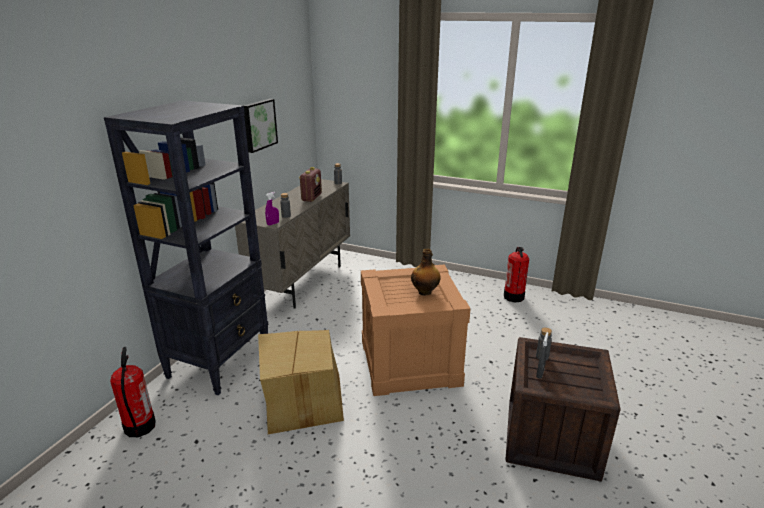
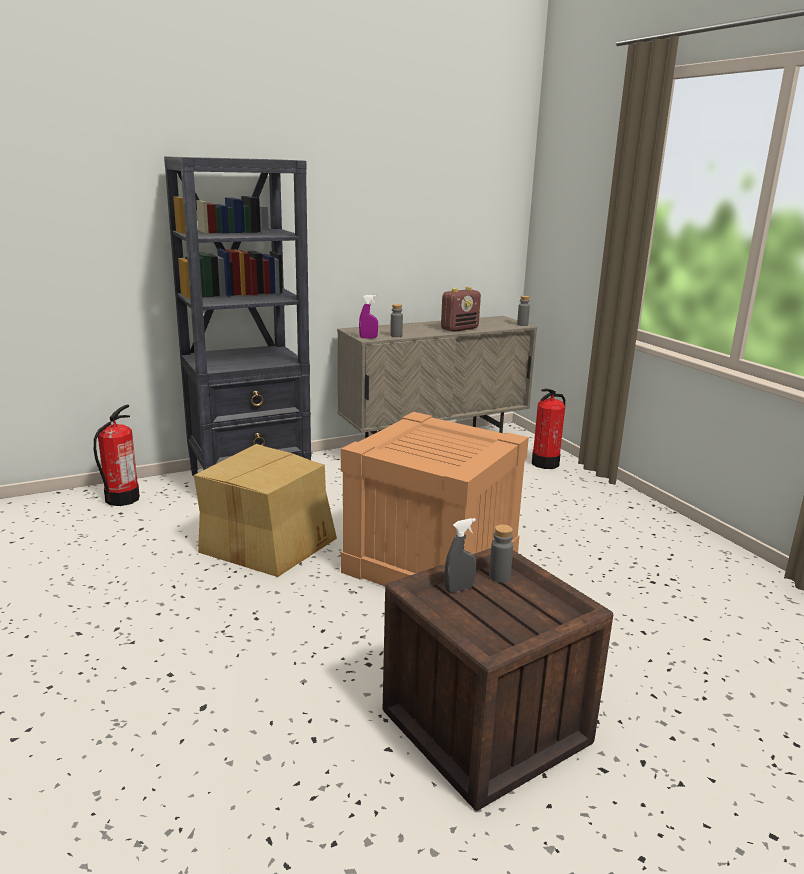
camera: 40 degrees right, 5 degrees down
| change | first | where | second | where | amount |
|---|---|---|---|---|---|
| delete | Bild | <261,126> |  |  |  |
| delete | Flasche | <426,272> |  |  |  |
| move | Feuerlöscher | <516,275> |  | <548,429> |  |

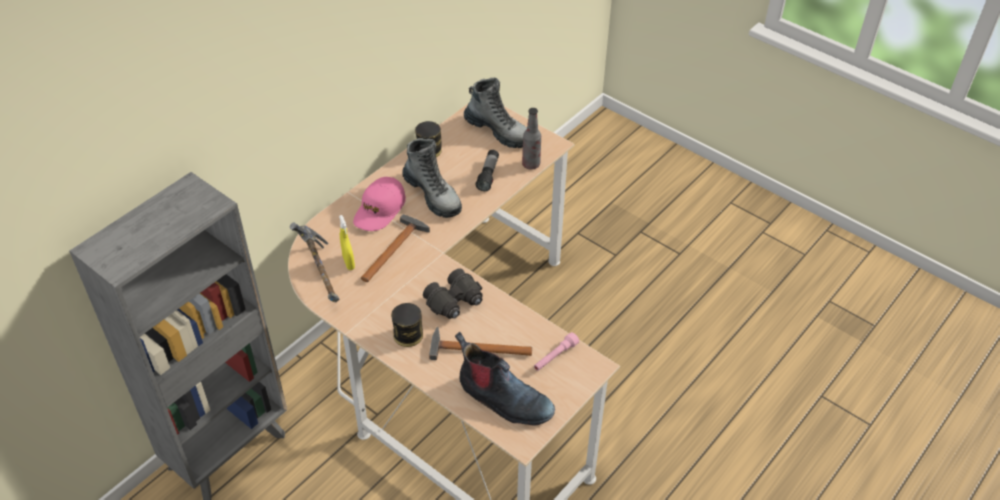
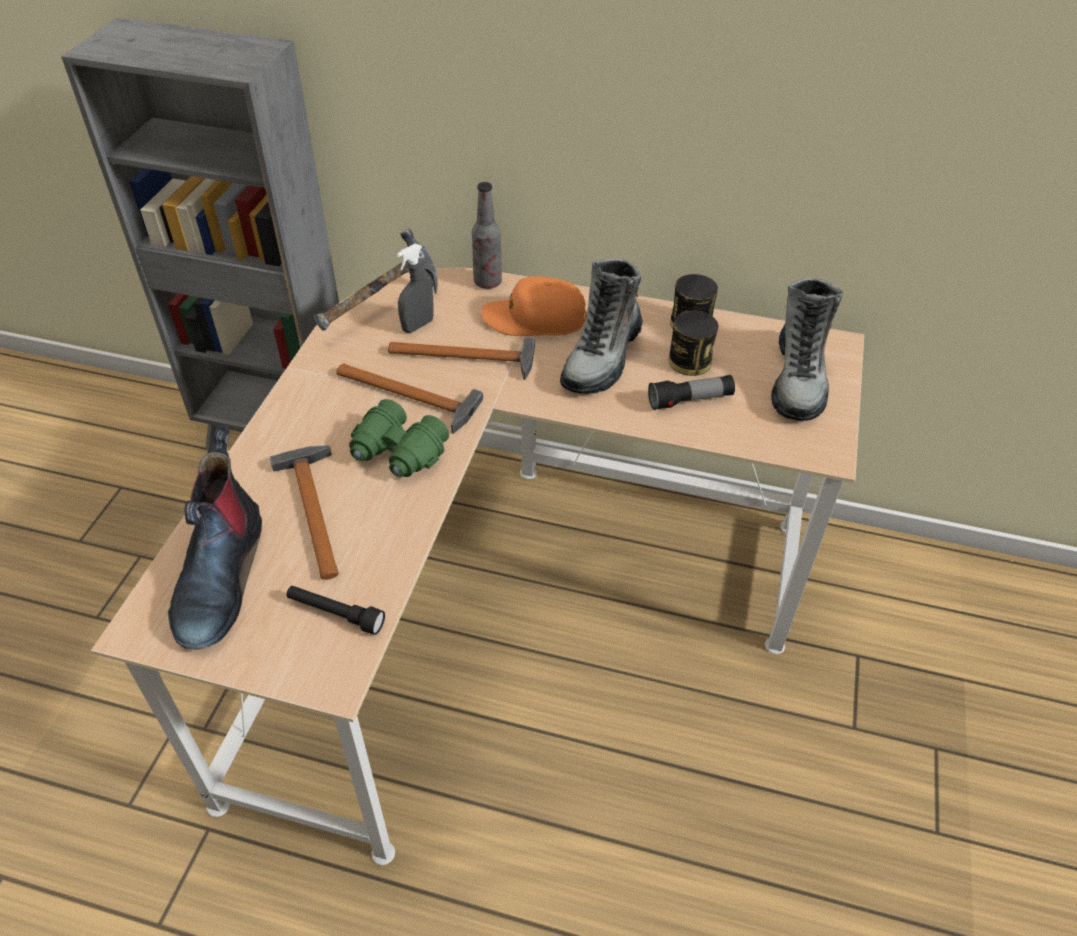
camera: 65 degrees right, 0 degrees up
| change | first | where | second | where | amount |
|---|---|---|---|---|---|
| insert |  |  | Hammer | <409,398> |  |
| move | Dose | <407,325> |  | <693,343> |  |
| move | Flasche | <531,139> |  | <487,235> |  |
| recolor | Sprühflasche [gelb] | <347,242> | Sprühflasche [grau] | <415,288> |  |
| recolor | Kappe [rosa] | <379,204> | Kappe [orange] | <534,306> |  |
| recolor | Fernglas [schwarz] | <453,293> | Fernglas [grün] | <399,438> |  |
| recolor | Taschenlampe [rosa] | <556,351> | Taschenlampe [schwarz] | <336,610> |  |

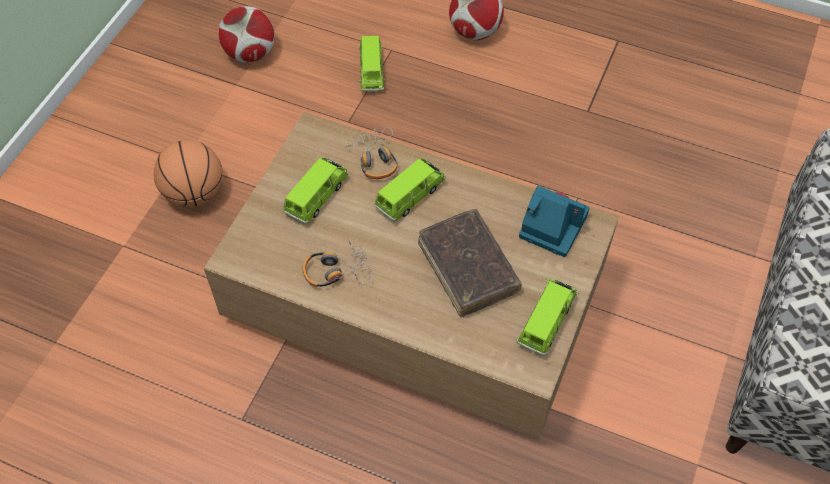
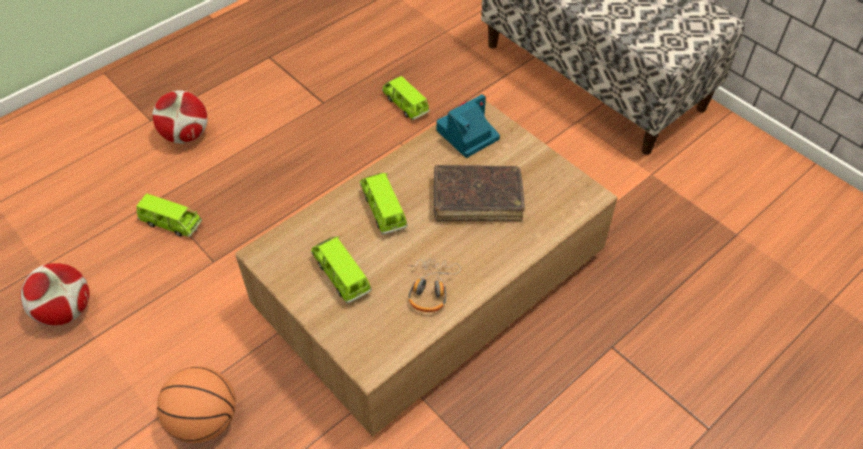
camera: 65 degrees left, 5 degrees down
| change | first | where | second | where | amount |
|---|---|---|---|---|---|
| delete | Kopfhörer | <371,153> |  |  |  |
| move | Spielzeugauto [grün] | <547,317> |  | <406,98> |  |

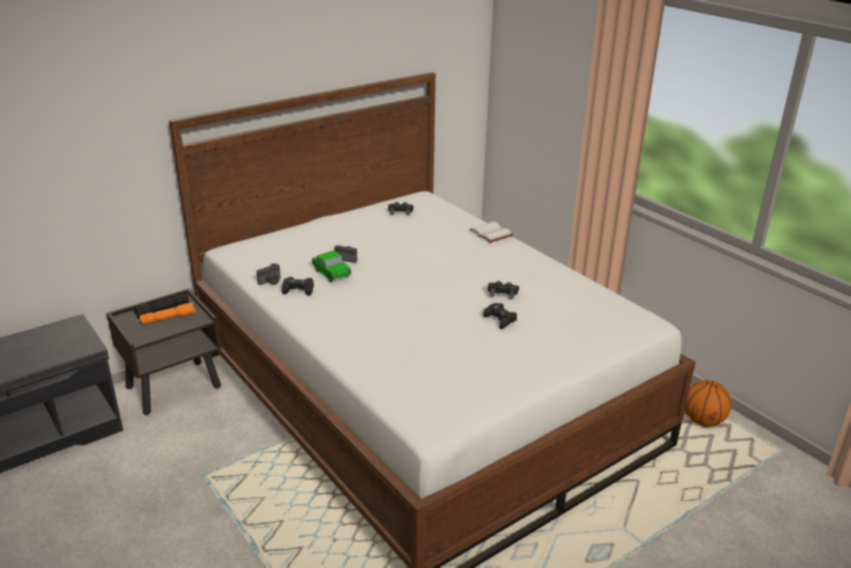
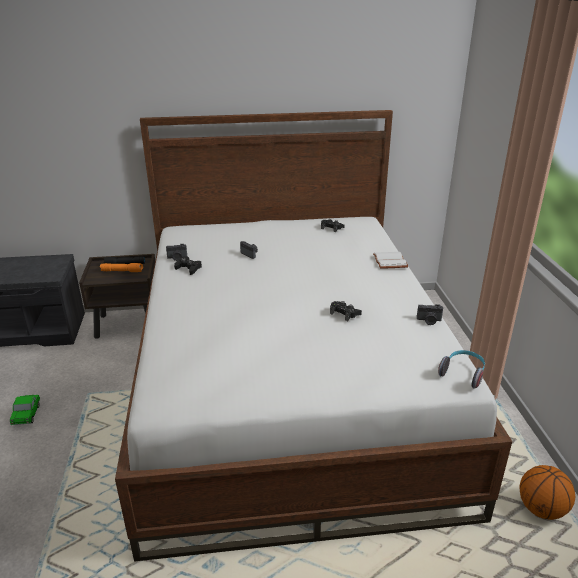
camera: 30 degrees right, 0 degrees up
| change | first | where | second | where | amount |
|---|---|---|---|---|---|
| delete | Gamepad [schwarz] | <500,316> |  |  |  |
| insert |  |  | Kamera | <430,314> |  |
| insert |  |  | Kopfhörer | <461,369> |  |
| move | Spielzeugauto | <332,266> |  | <25,410> |  |

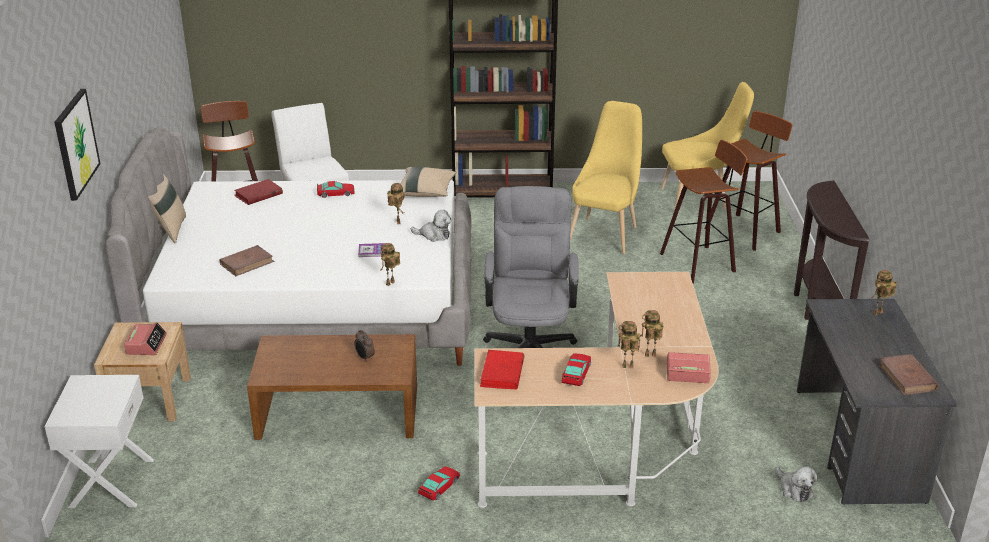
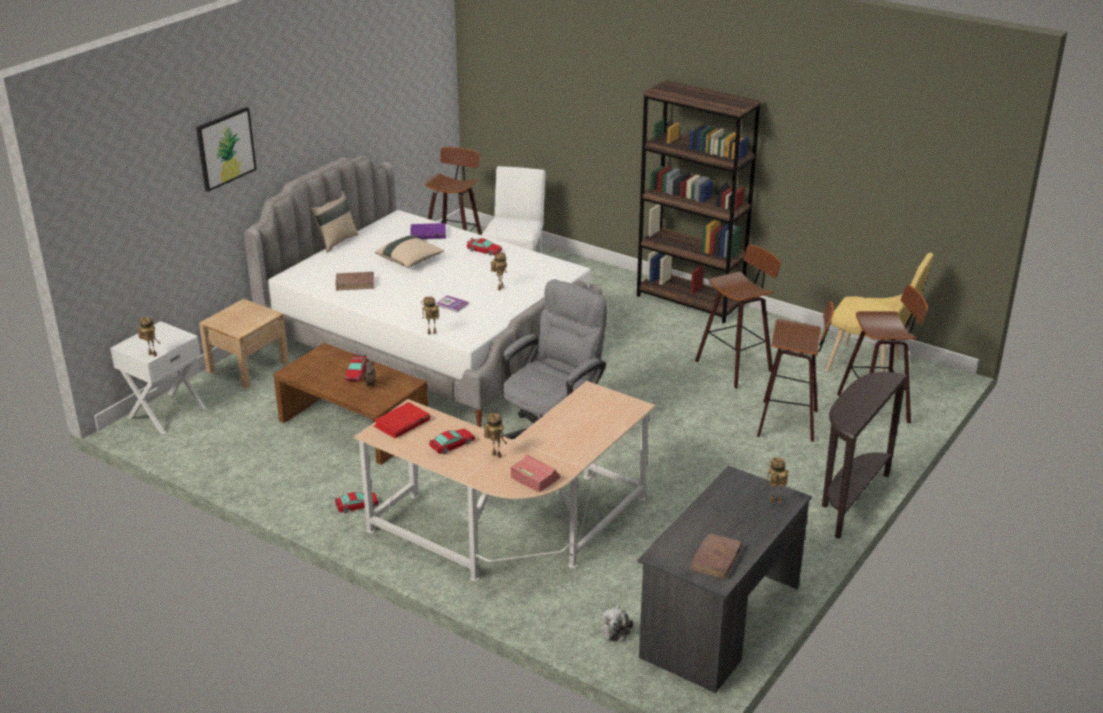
camera: 35 degrees right, 0 degrees up
| change | first | where | second | where | amount |
|---|---|---|---|---|---|
| delete | Wecker | <145,338> |  |  |  |
| delete | Plüschtier | <431,226> |  |  |  |
| insert |  |  | Spielzeugauto | <356,368> |  |
| move | Kissen [beige] | <428,182> |  | <409,251> |  |
| move | Spielzeugroboter | <651,333> |  | <148,337> |  |
| replace | Stuhl [gelb] | <606,177> | Hocker | <738,316> |  |
| recolor | Buch [rot] | <258,192> | Buch [lila] | <428,231> |  |

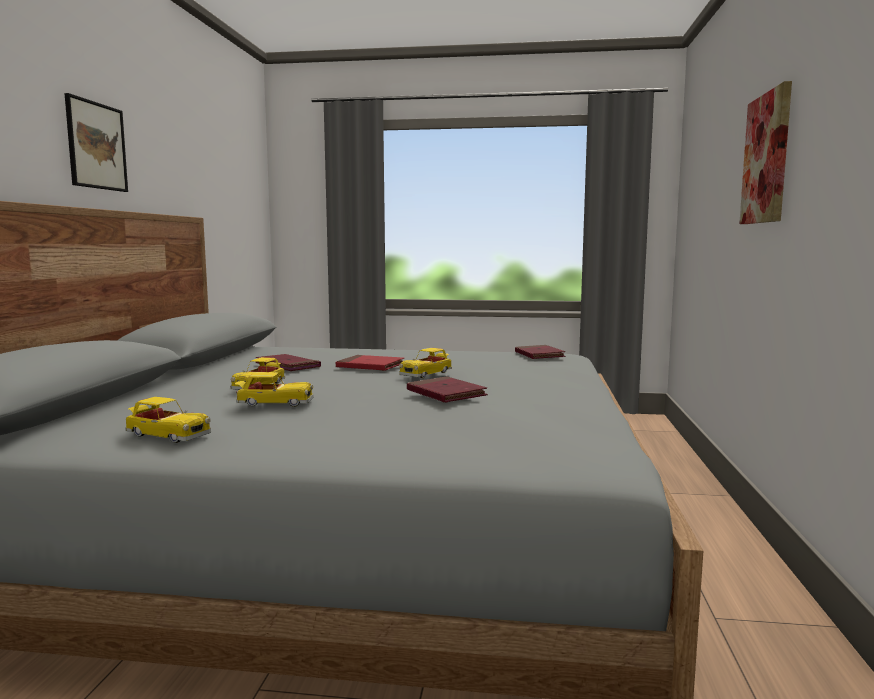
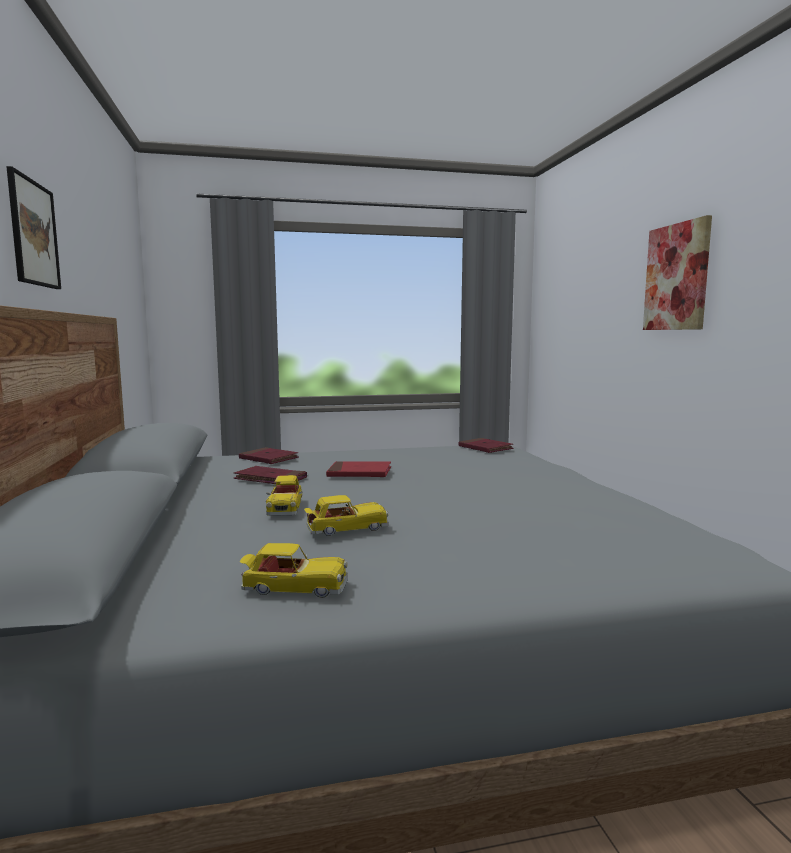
camera: 20 degrees left, 0 degrees up
| change | first | where | second | where | amount |
|---|---|---|---|---|---|
| delete | Spielzeugauto | <425,363> |  |  |  |
| move | Buch [rot] | <447,389> |  | <269,455> |  |

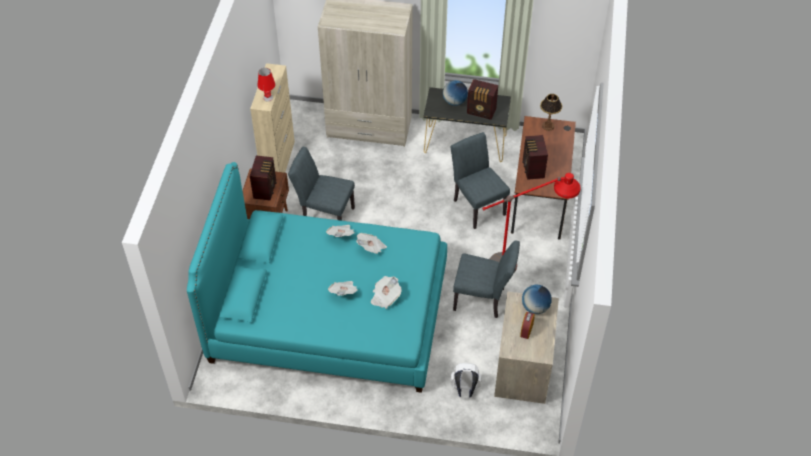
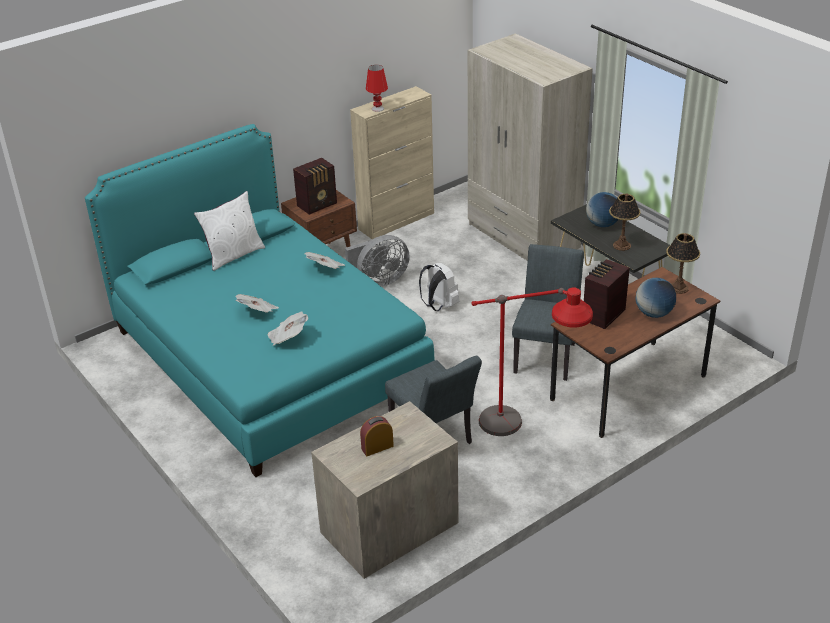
camera: 45 degrees right, 15 degrees down
| change | first | where | second | where | amount |
|---|---|---|---|---|---|
| delete | Zeitung | <371,243> |  |  |  |
| insert |  |  | Kissen [weiß] | <229,231> |  |
| move | Rucksack [weiß] | <465,380> |  | <439,287> |  |
| move | Globus | <537,299> |  | <656,298> |  |
| replace | Stuhl [grau] | <321,184> | Ventilator [grau] | <377,261> |  |
| replace | Radio | <482,99> | Tischlampe | <625,222> |  |

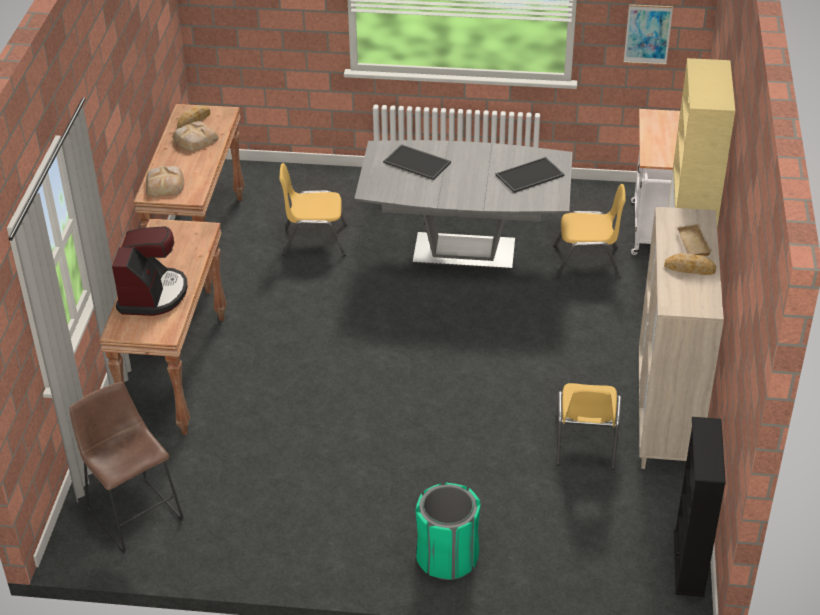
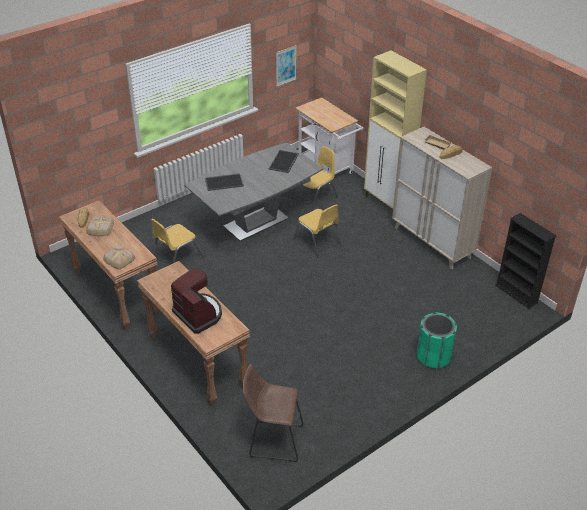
camera: 45 degrees left, 0 degrees up
| change | first | where | second | where | amount |
|---|---|---|---|---|---|
| move | Stuhl [gelb] | <588,426> |  | <317,230> |  |

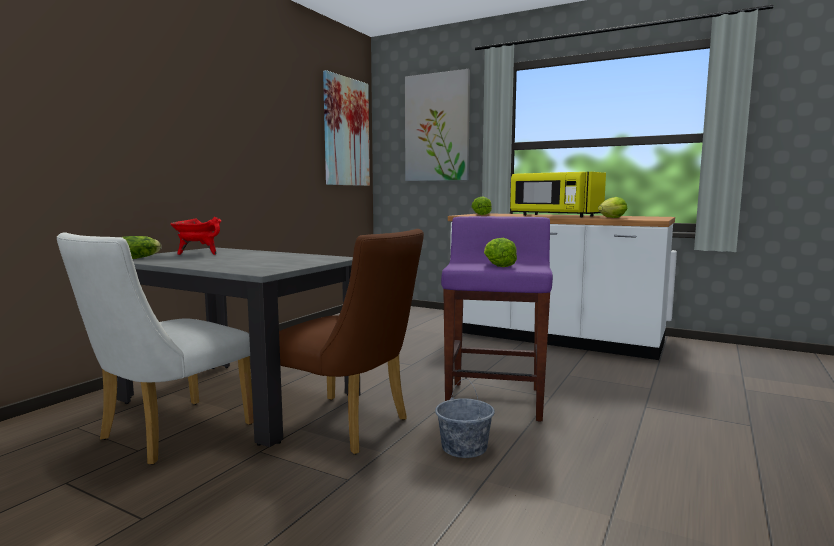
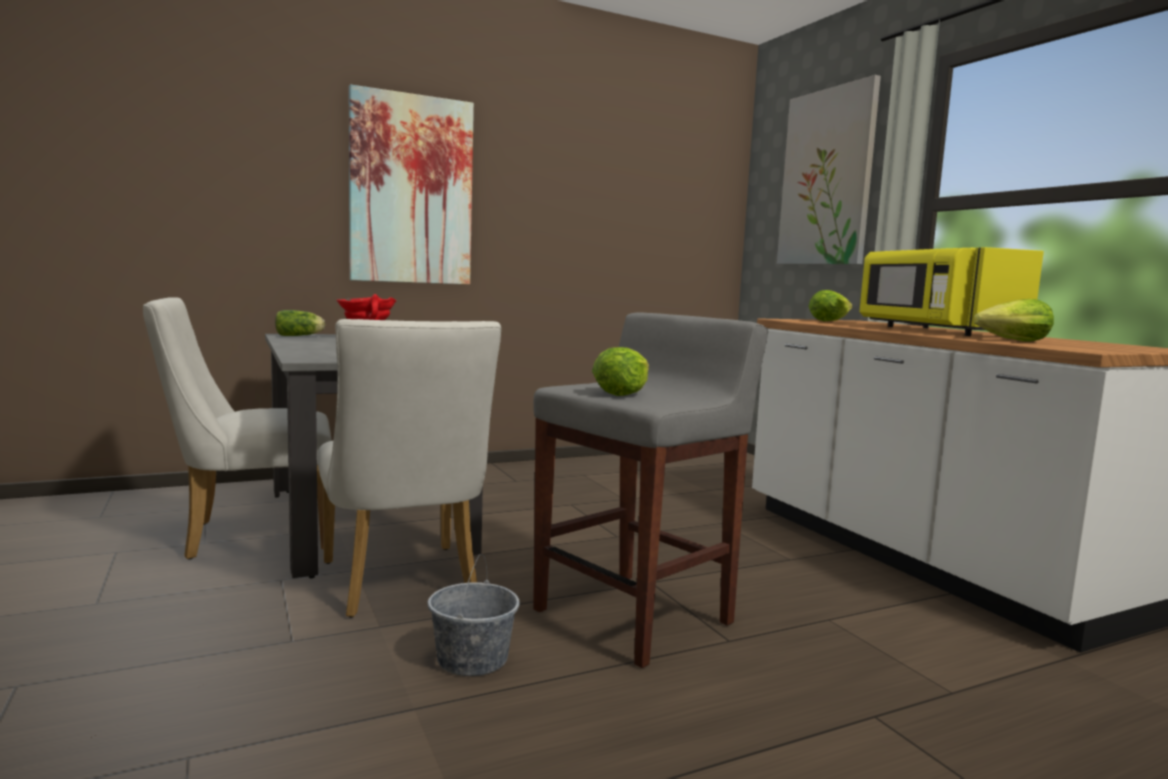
camera: 35 degrees right, 0 degrees up
| change | first | where | second | where | amount |
|---|---|---|---|---|---|
| move | Bild | <346,128> |  | <411,184> |  |
| recolor | Stuhl [braun] | <351,342> | Stuhl [weiß] | <409,468> |  |
| recolor | Hocker [lila] | <497,319> | Hocker [grau] | <650,490> |  |

